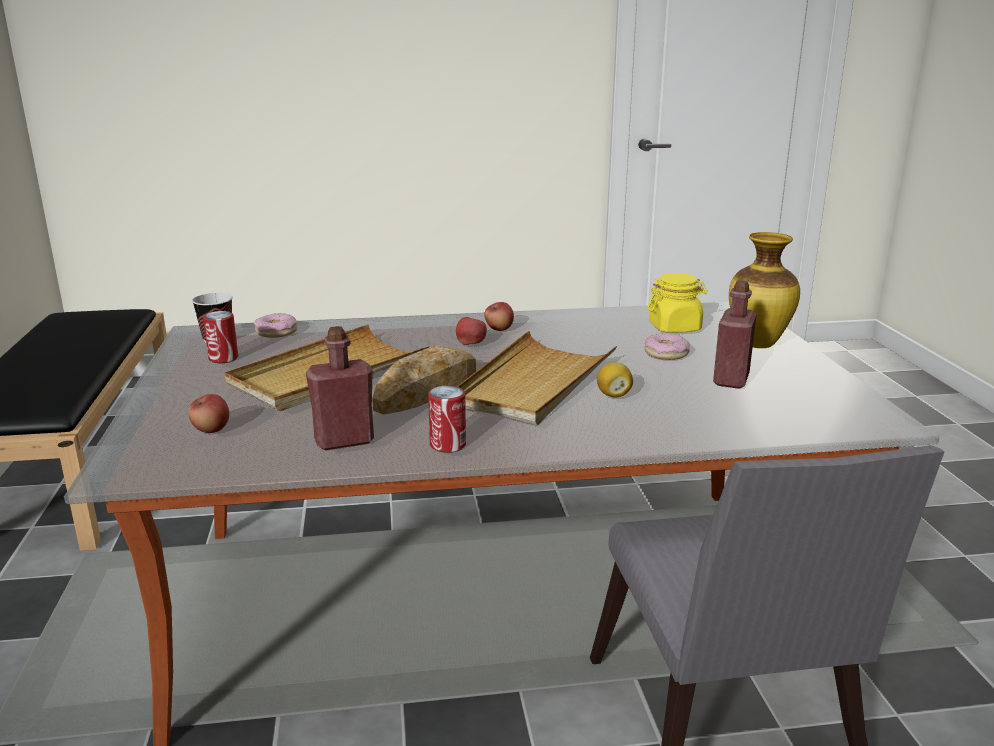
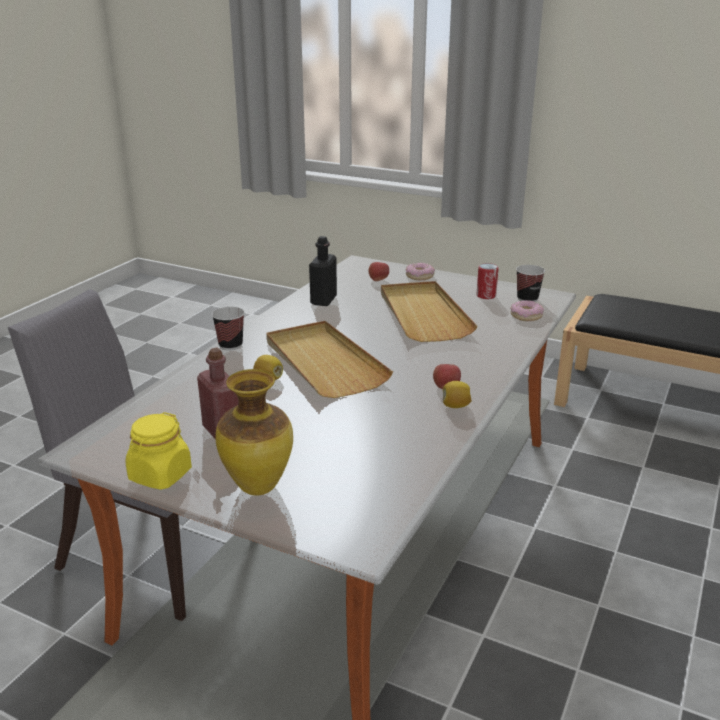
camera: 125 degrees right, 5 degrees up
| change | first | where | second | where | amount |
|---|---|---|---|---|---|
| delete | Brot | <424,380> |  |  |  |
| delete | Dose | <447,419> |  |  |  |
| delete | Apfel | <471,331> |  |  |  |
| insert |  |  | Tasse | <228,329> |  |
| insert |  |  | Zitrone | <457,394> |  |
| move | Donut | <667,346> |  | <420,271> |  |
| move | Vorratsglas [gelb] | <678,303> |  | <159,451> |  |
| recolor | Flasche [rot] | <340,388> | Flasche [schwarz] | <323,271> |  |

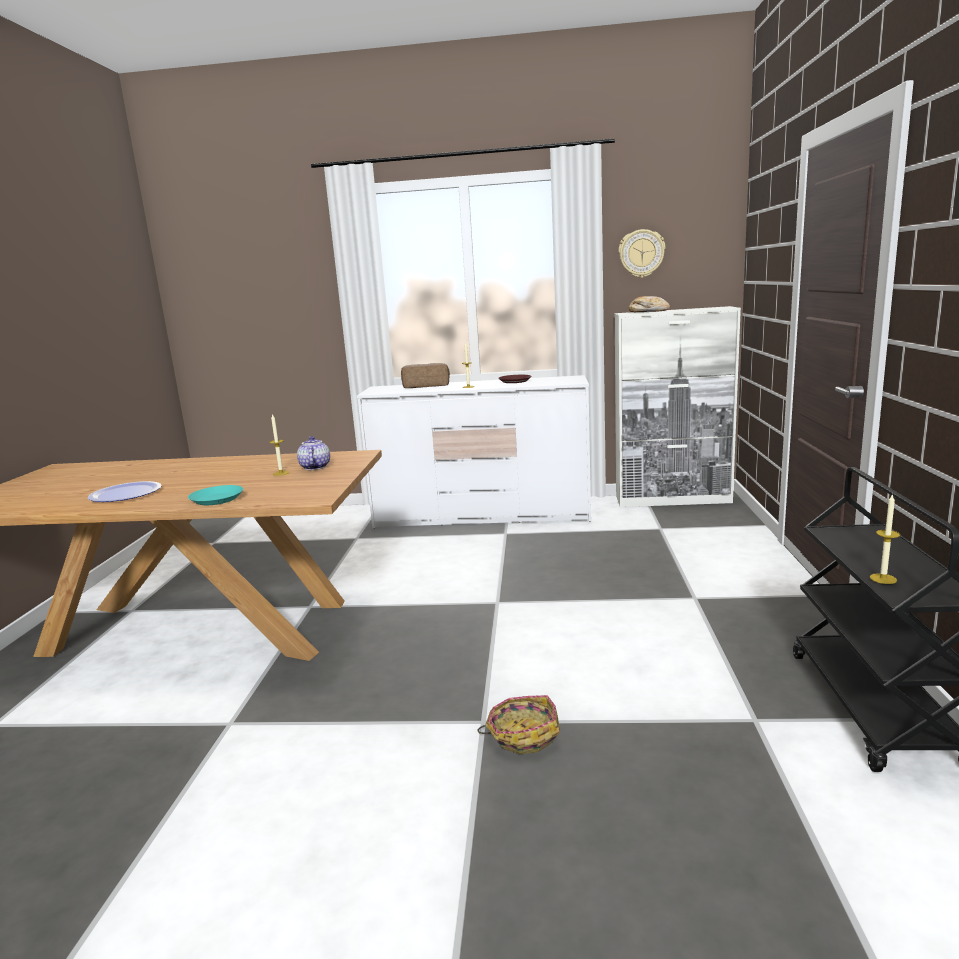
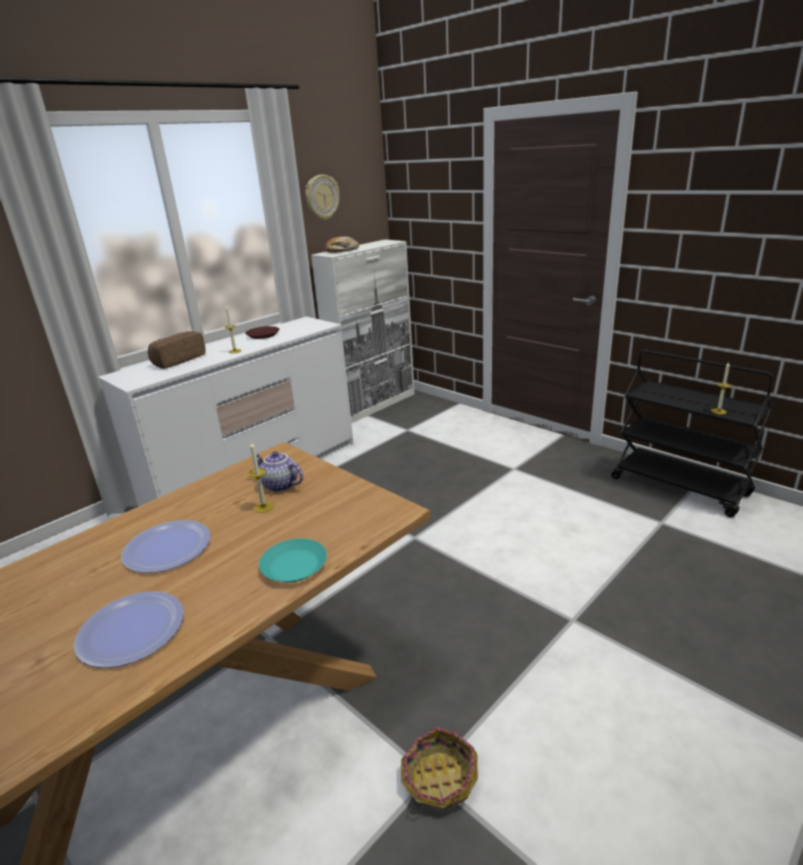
camera: 50 degrees left, 10 degrees up
| change | first | where | second | where | amount |
|---|---|---|---|---|---|
| insert |  |  | Teller | <165,546> |  |
| move | Korb | <518,724> |  | <439,771> |  |

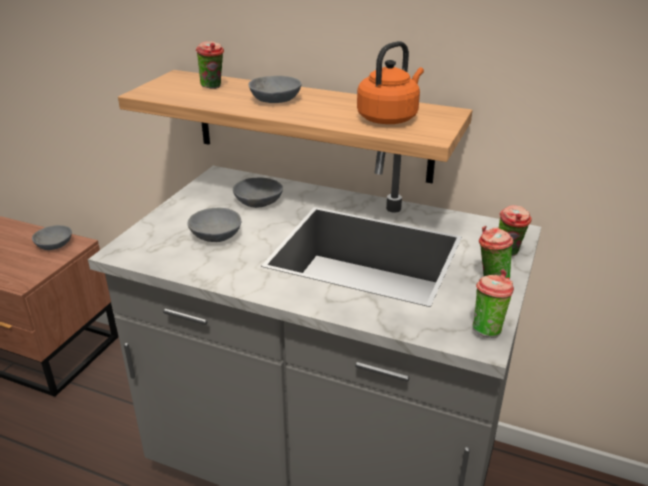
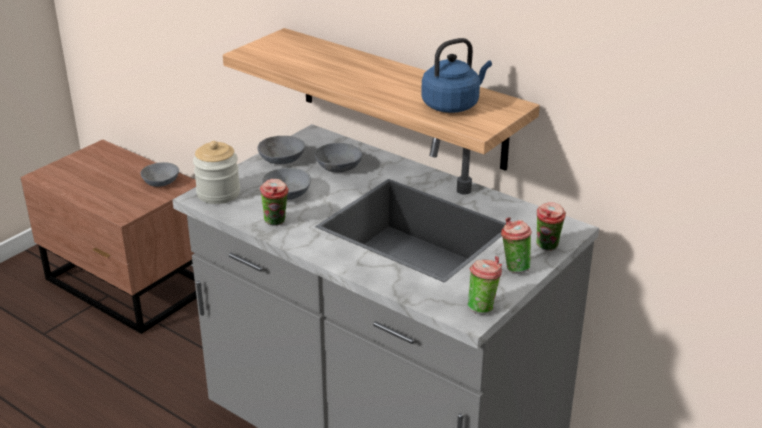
camera: 15 degrees right, 0 degrees up
| change | first | where | second | where | amount |
|---|---|---|---|---|---|
| insert |  |  | Vorratsglas | <216,172> |  |
| move | Tasse | <210,65> |  | <274,202> |  |
| move | Schüssel [grau] | <275,89> |  | <281,150> |  |
| recolor | Wasserkessel [orange] | <390,82> | Wasserkessel [blau] | <456,75> |  |

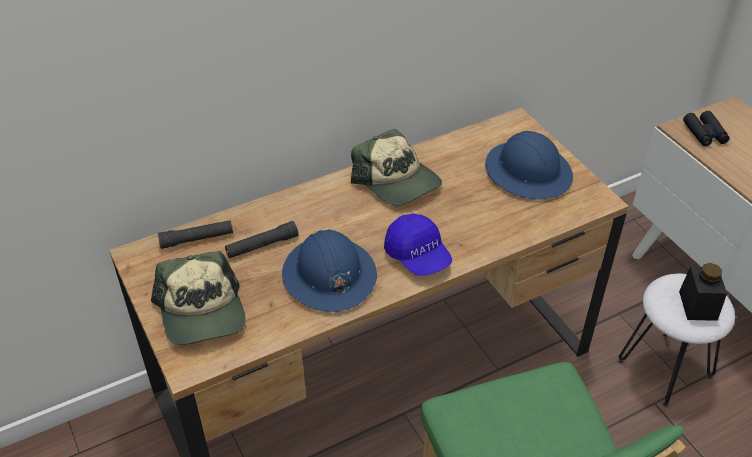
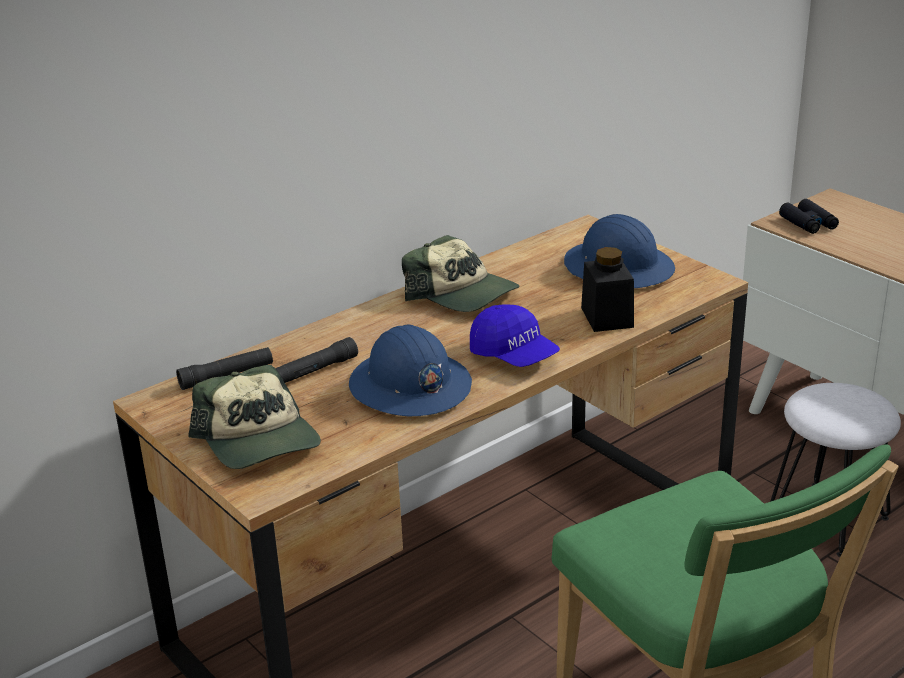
camera: 10 degrees left, 15 degrees down
| change | first | where | second | where | amount |
|---|---|---|---|---|---|
| move | Vorratsglas [schwarz] | <703,292> |  | <607,289> |  |

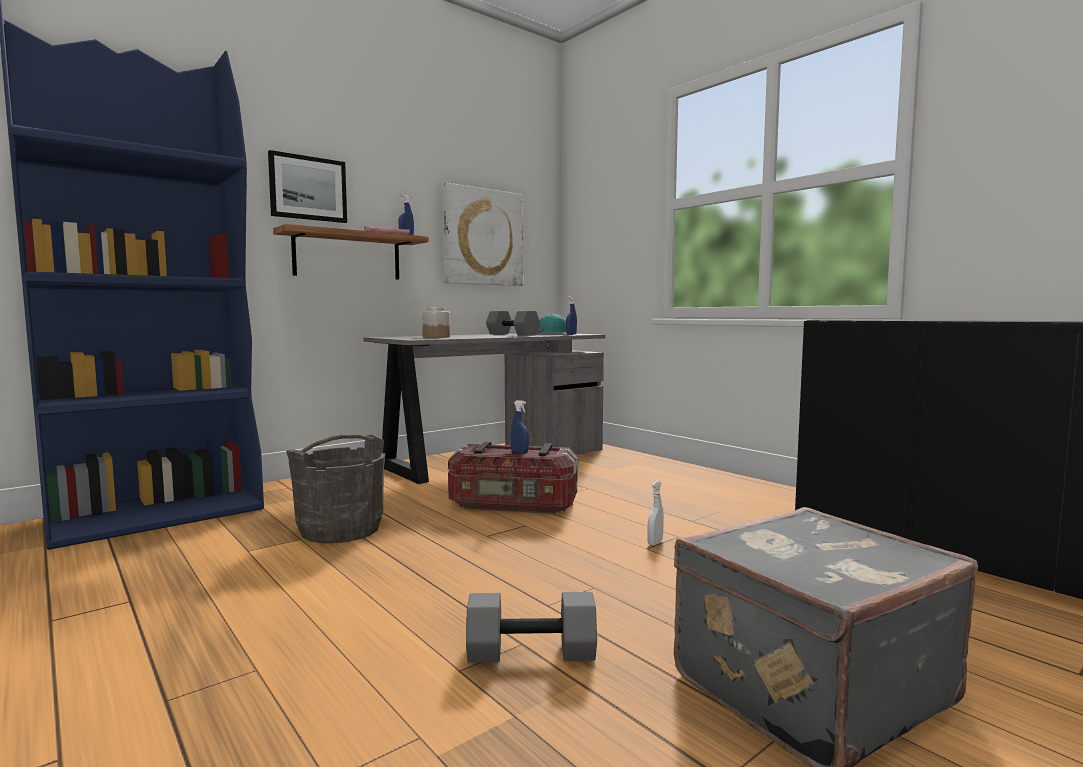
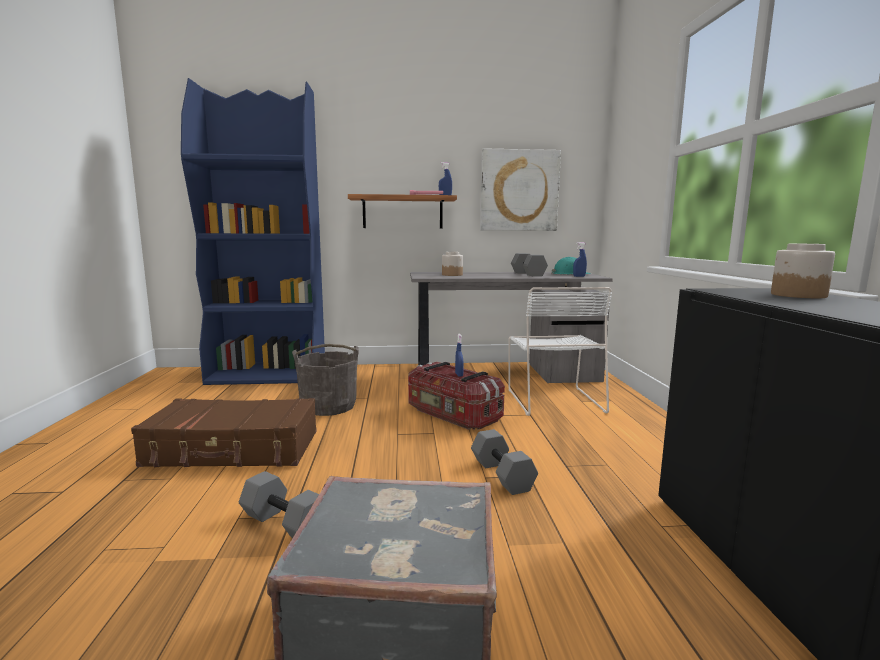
camera: 35 degrees right, 5 degrees up
| change | first | where | second | where | amount |
|---|---|---|---|---|---|
| delete | Bild | <307,186> |  |  |  |
| insert |  |  | Koffer [braun] | <224,432> |  |
| insert |  |  | Stuhl [weiß] | <560,351> |  |
| insert |  |  | Vorratsglas | <803,271> |  |
| replace | Sprühflasche [weiß] | <655,513> | Hantel [grau] | <504,462> |  |

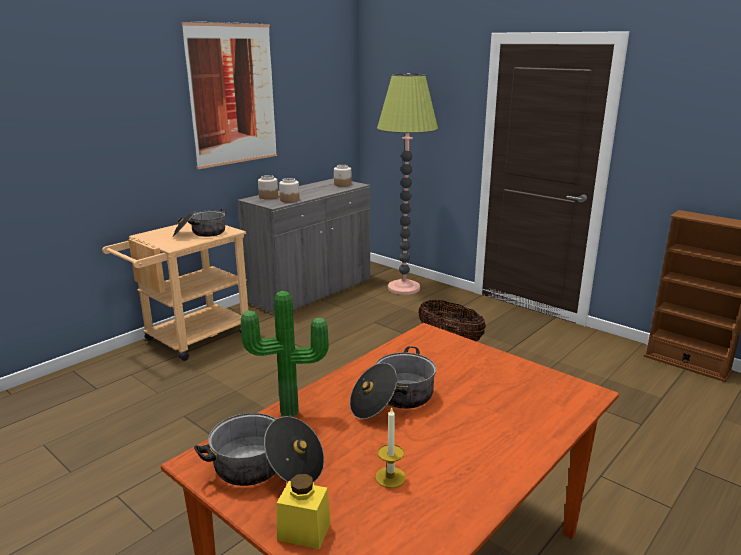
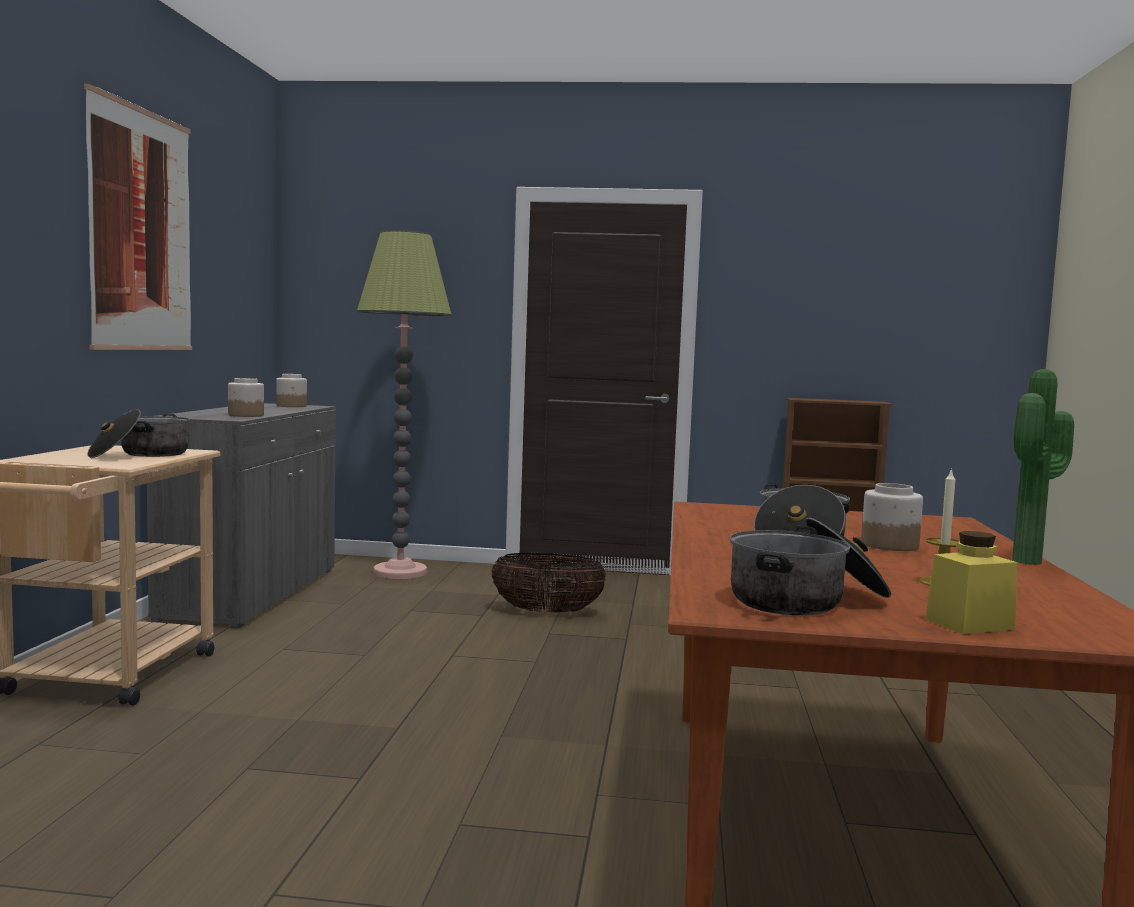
camera: 35 degrees left, 15 degrees down
| change | first | where | second | where | amount |
|---|---|---|---|---|---|
| move | Topfpflanze | <285,354> |  | <1043,467> |  |
| move | Vorratsglas | <268,187> |  | <892,517> |  |

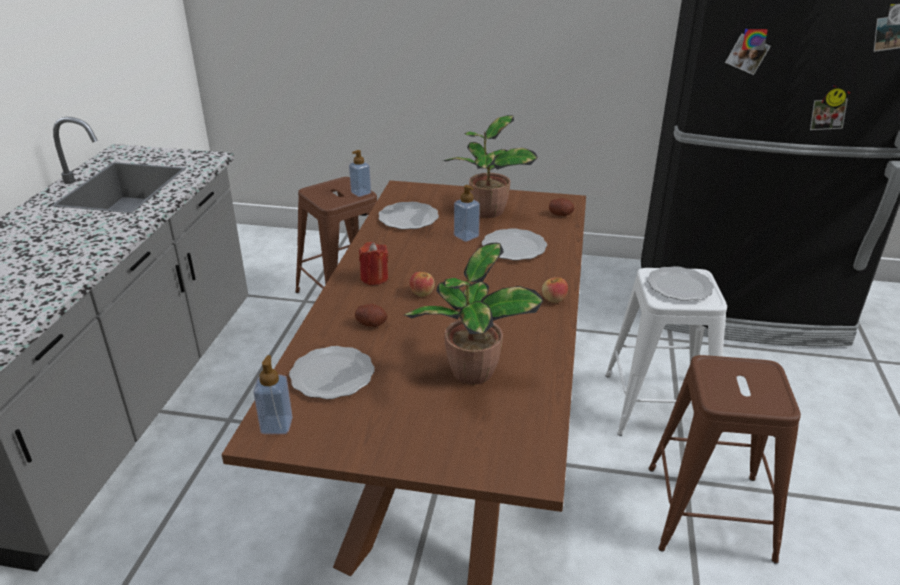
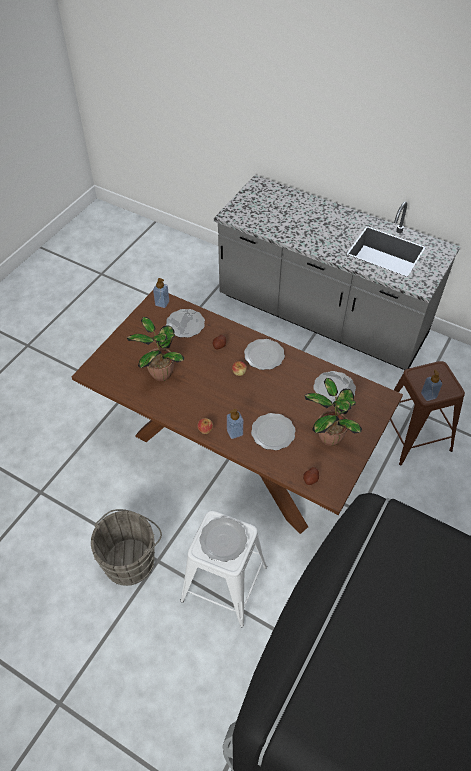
camera: 110 degrees right, 20 degrees up
| change | first | where | second | where | amount |
|---|---|---|---|---|---|
| move | Seifenspender | <467,213> |  | <235,424> |  |
| replace | Kerze [rot] | <373,263> | Teller | <264,354> |  |
| replace | Hocker [braun] | <725,459> | Eimer [grau] | <126,547> |  |

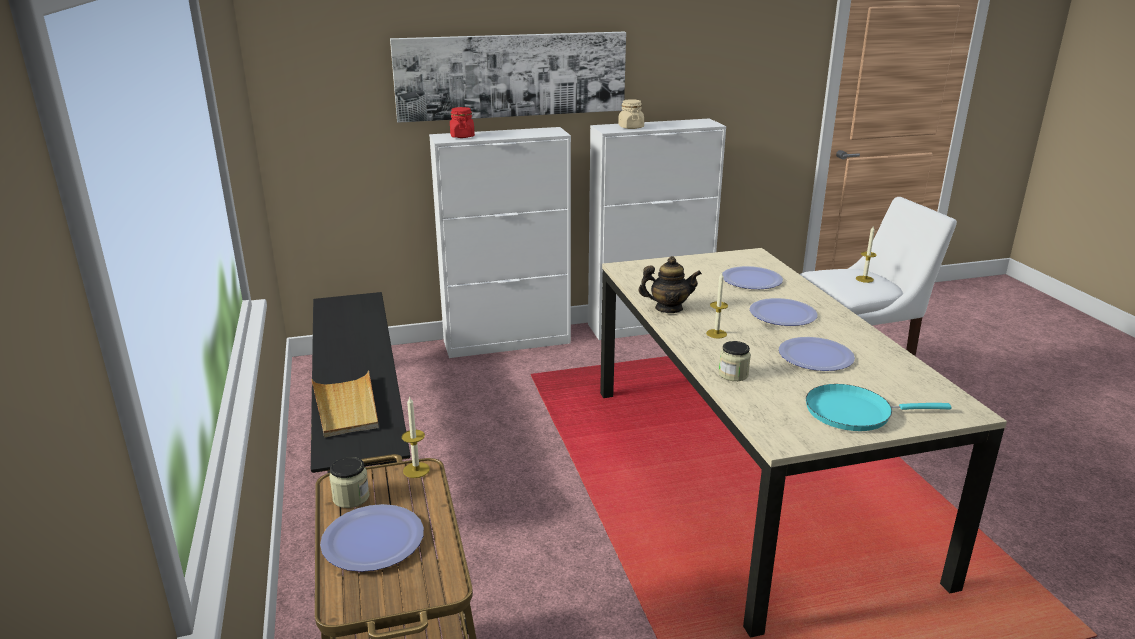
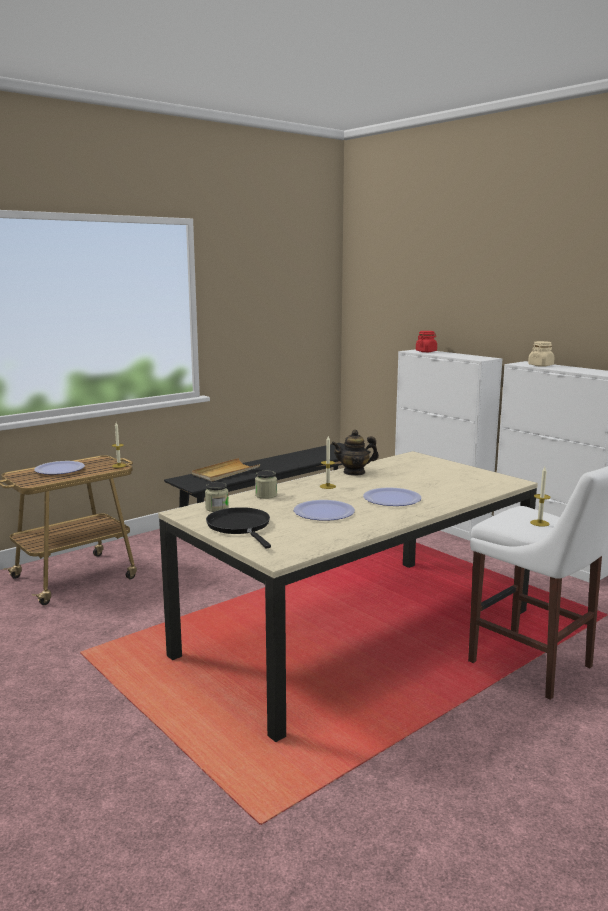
camera: 65 degrees right, 10 degrees down
| change | first | where | second | where | amount |
|---|---|---|---|---|---|
| delete | Bild | <508,77> |  |  |  |
| delete | Teller | <752,277> |  |  |  |
| move | Vorratsglas | <349,482> |  | <217,497> |  |
| recolor | Pfanne [türkis] | <879,407> | Pfanne [schwarz] | <238,528> |  |
| rotate | Teekanne | <670,284> |  | <355,452> | 105 degrees clockwise |

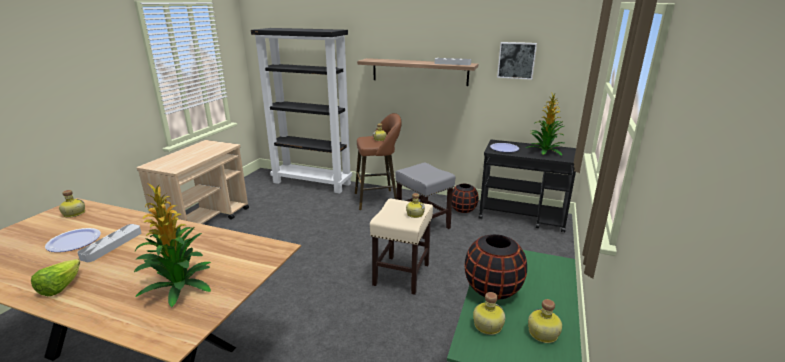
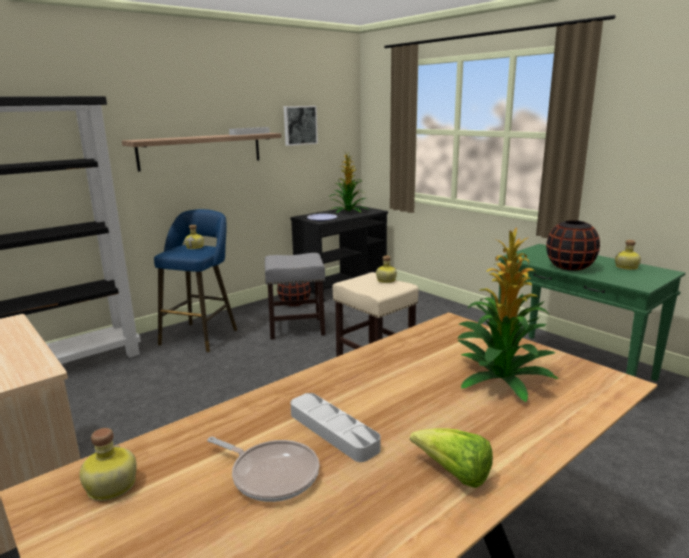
camera: 60 degrees left, 5 degrees down
| change | first | where | second | where | amount |
|---|---|---|---|---|---|
| delete | Flasche | <489,313> |  |  |  |
| replace | Teller | <73,240> | Pfanne | <263,469> |  |
| recolor | Hocker [braun] | <378,161> | Hocker [blau] | <195,280> |  |

